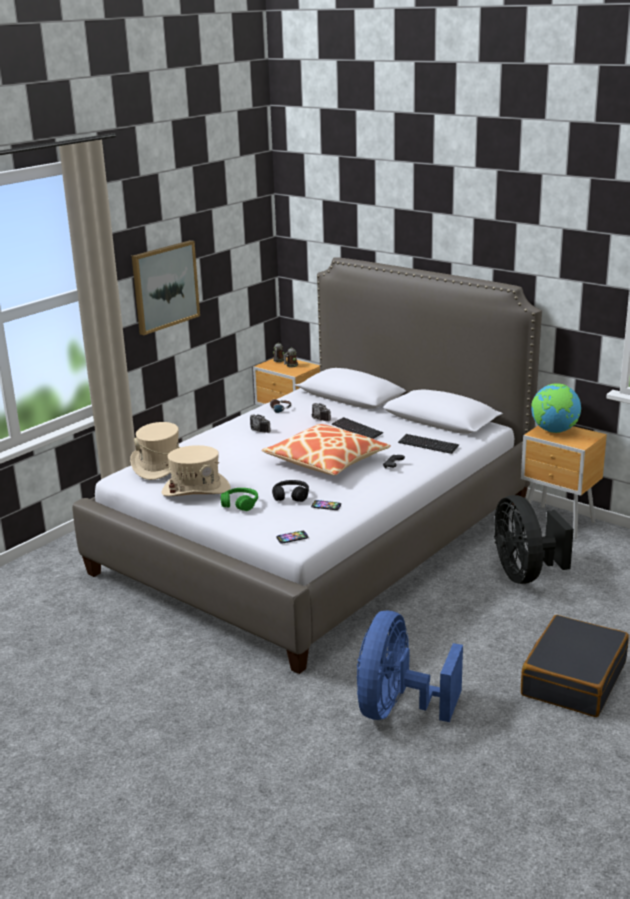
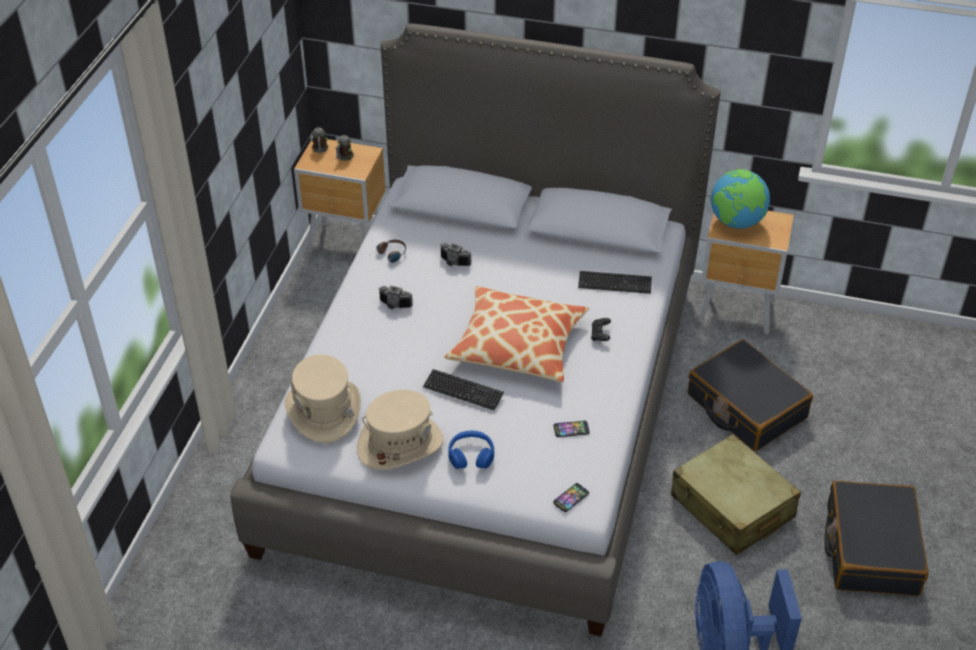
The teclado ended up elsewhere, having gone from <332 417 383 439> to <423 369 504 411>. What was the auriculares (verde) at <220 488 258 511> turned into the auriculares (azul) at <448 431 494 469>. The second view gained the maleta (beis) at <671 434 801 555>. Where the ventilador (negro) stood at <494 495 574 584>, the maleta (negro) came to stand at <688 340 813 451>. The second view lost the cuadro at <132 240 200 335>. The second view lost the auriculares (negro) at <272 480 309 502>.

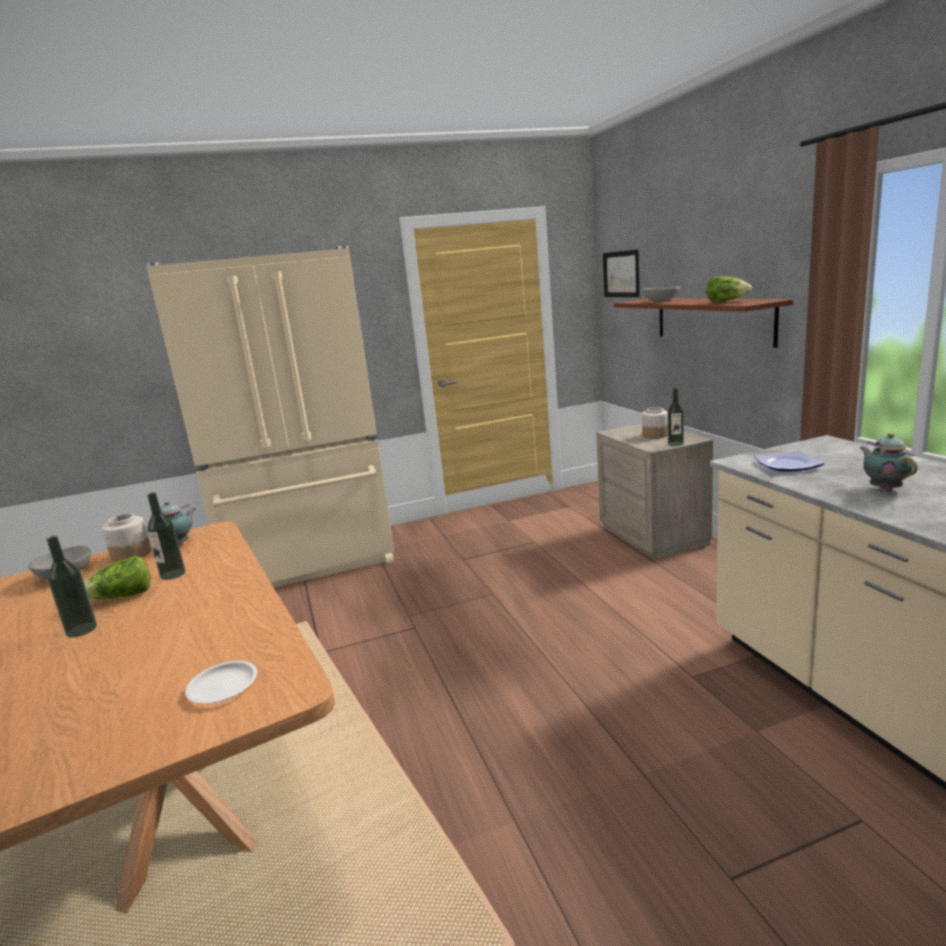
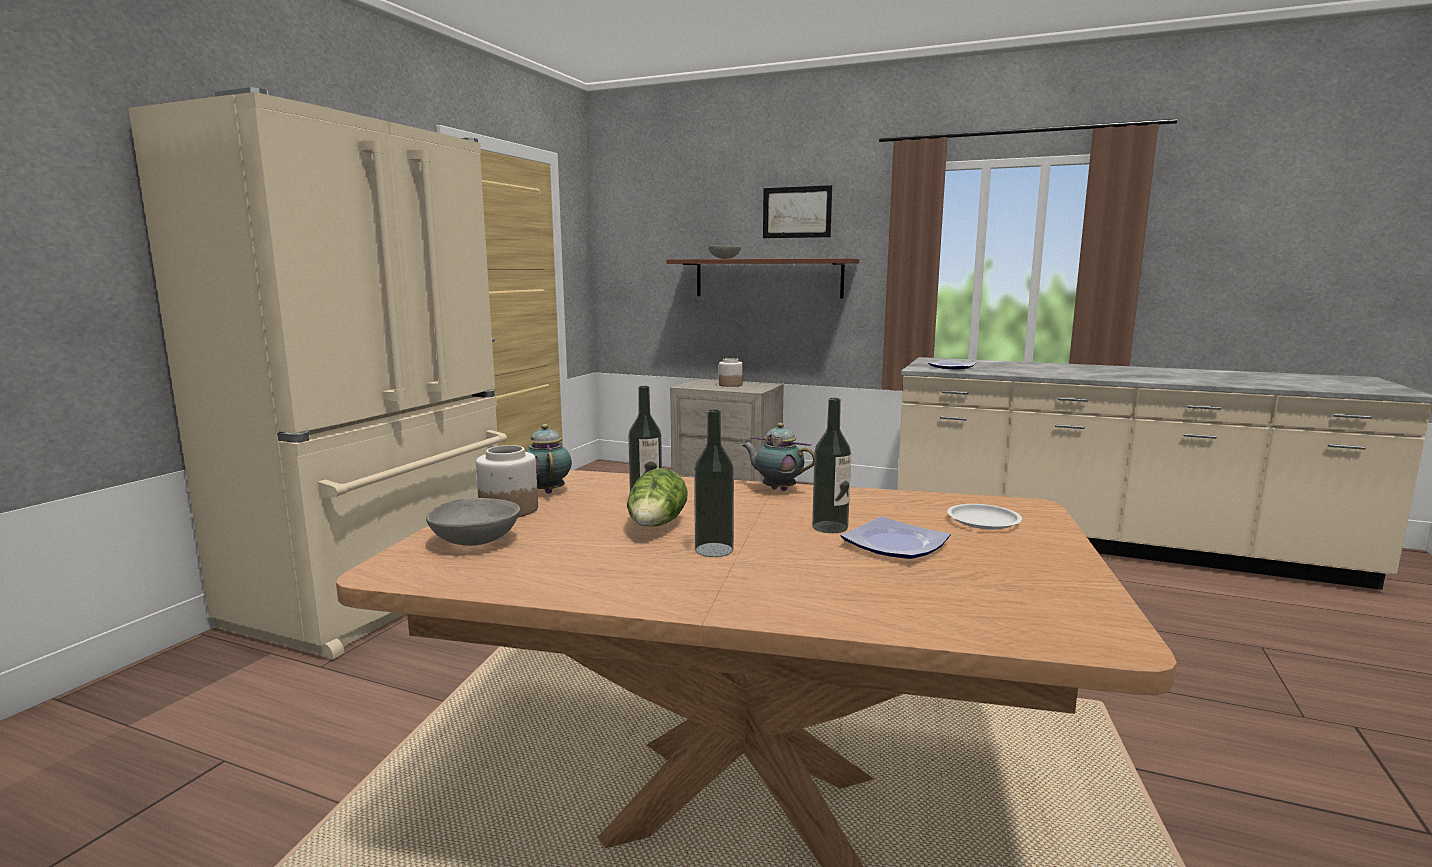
The tetera ended up elsewhere, having gone from <859 433 917 491> to <742 423 814 491>. The cuadro ended up elsewhere, having gone from <603 249 640 297> to <763 185 832 238>. The botella ended up elsewhere, having gone from <667 388 684 446> to <812 398 851 533>. The second view gained the plato at <841 516 951 559>. The second view lost the lechuga at <706 276 752 302>.

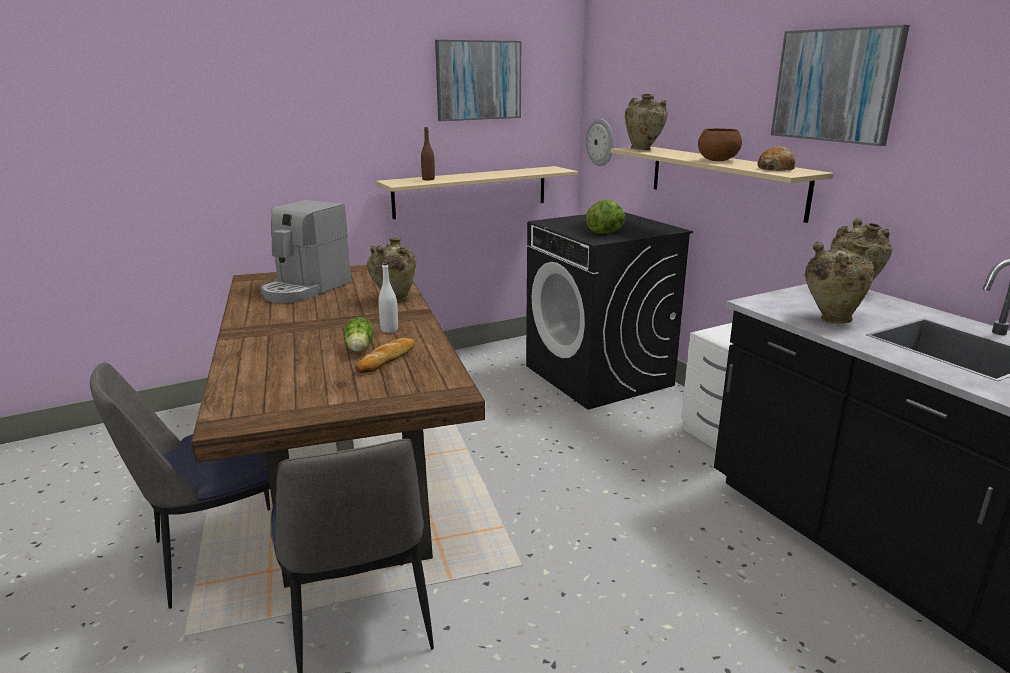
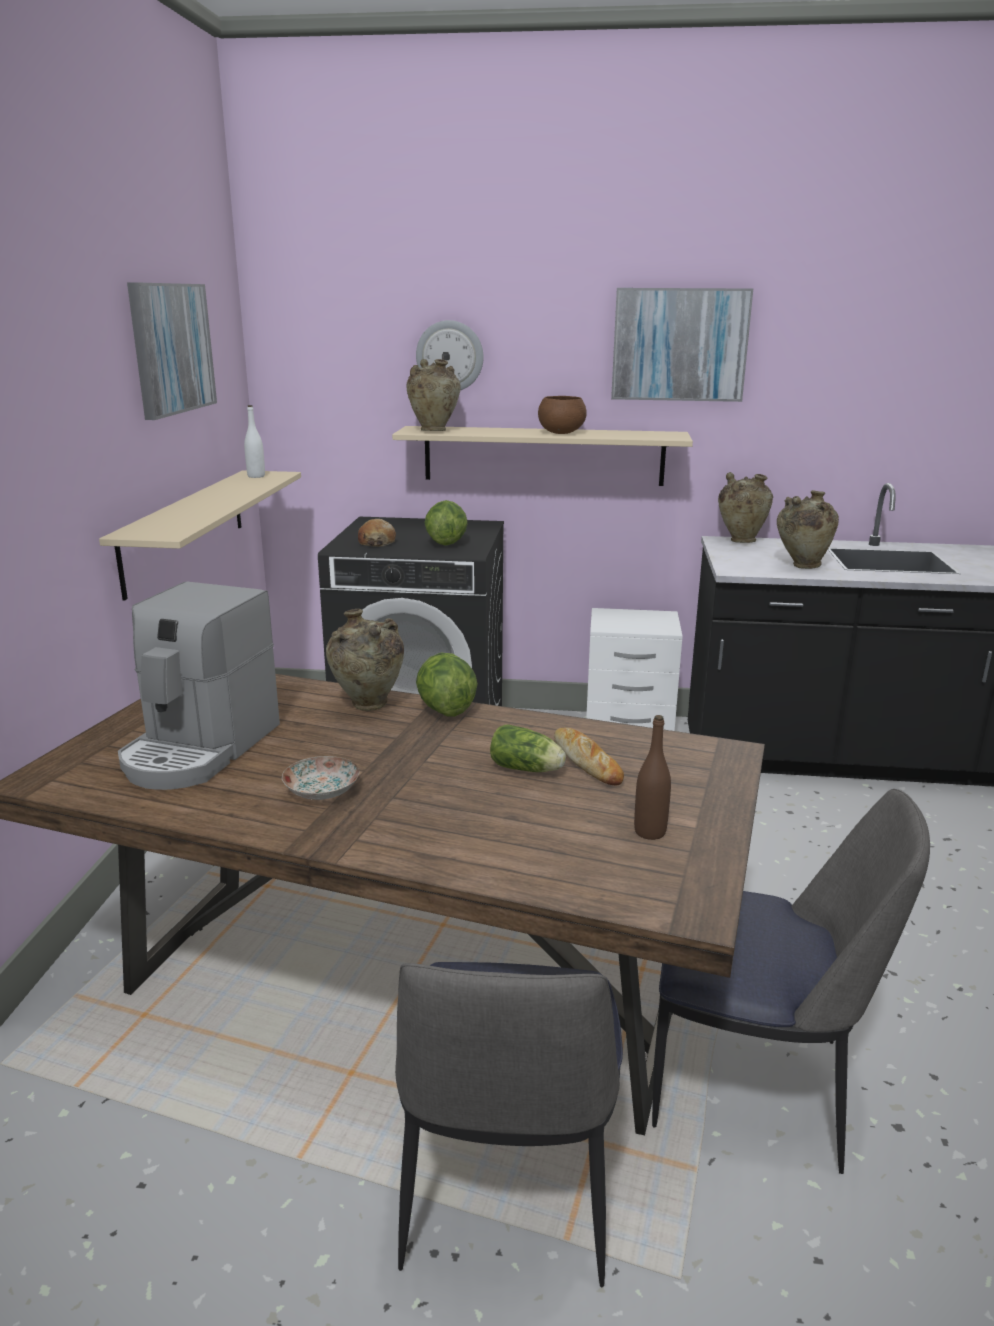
The cafetera at <261 200 351 303> ended up facing another way, 45 degrees clockwise from before. The botella (blanco) ended up elsewhere, having gone from <378 263 398 333> to <244 405 265 478>. The second view gained the plato at <282 756 360 800>. The pan ended up elsewhere, having gone from <758 146 795 171> to <358 519 396 547>. The reloj de pared ended up elsewhere, having gone from <586 118 614 166> to <416 320 484 390>. The second view gained the lechuga at <416 653 478 717>. The botella (marrón) ended up elsewhere, having gone from <421 127 435 180> to <634 715 671 840>.

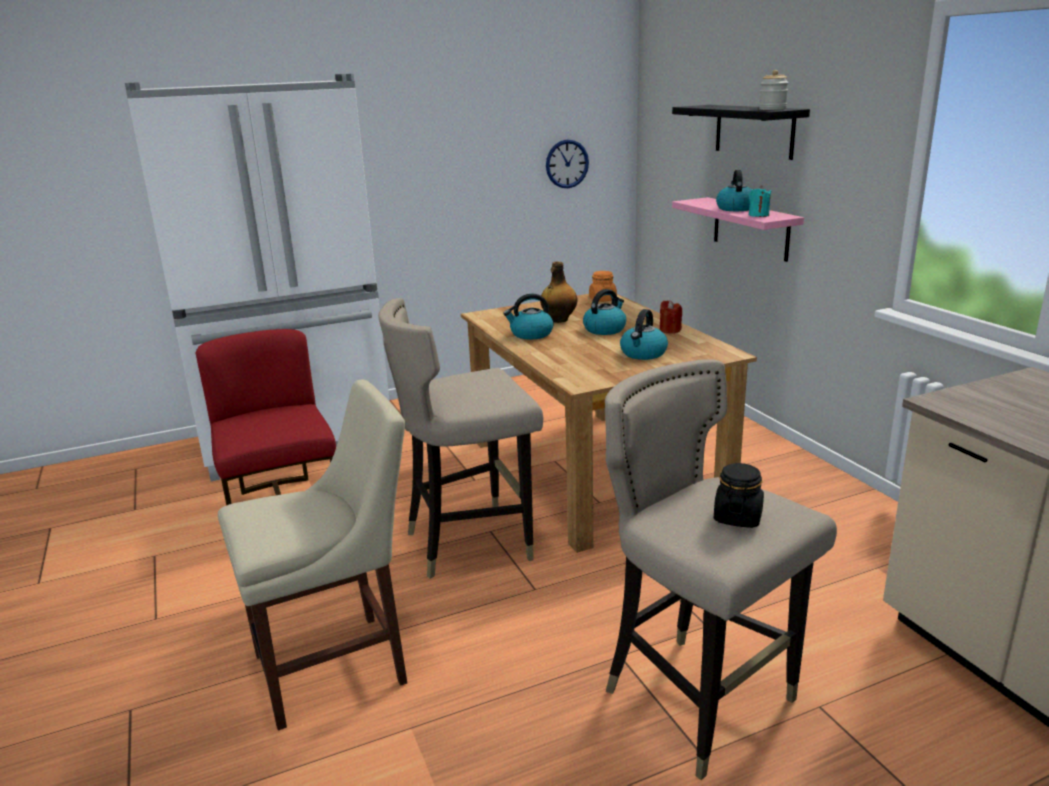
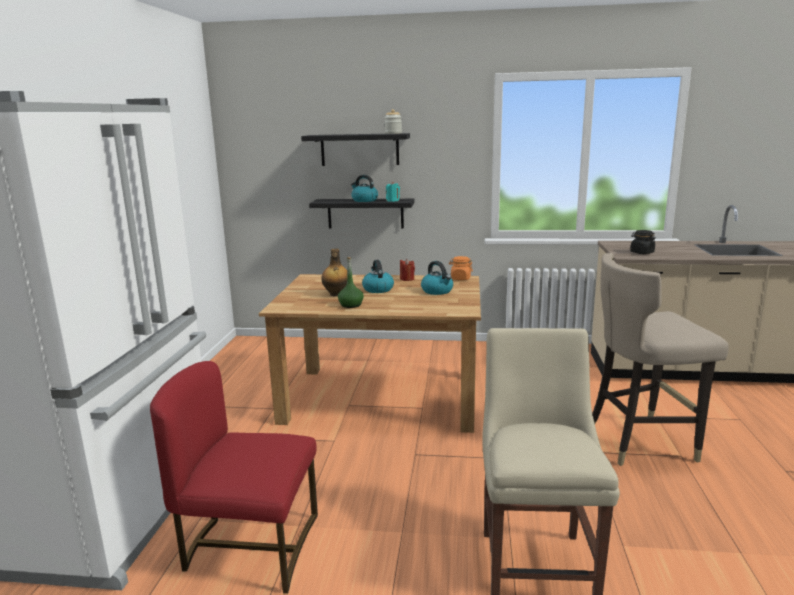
What was the estante (rosa) at <672 197 804 262> turned into the estante (negro) at <309 199 414 228>. Where the hervidor stood at <503 294 554 340>, the botella (verde) came to stand at <338 257 364 308>. The tarro (naranja) ended up elsewhere, having gone from <589 271 617 302> to <449 256 473 280>. The tarro (negro) ended up elsewhere, having gone from <714 463 764 528> to <630 230 656 254>. The second view lost the taburete (beis) at <378 298 543 579>. The second view lost the reloj de pared at <546 140 589 188>.

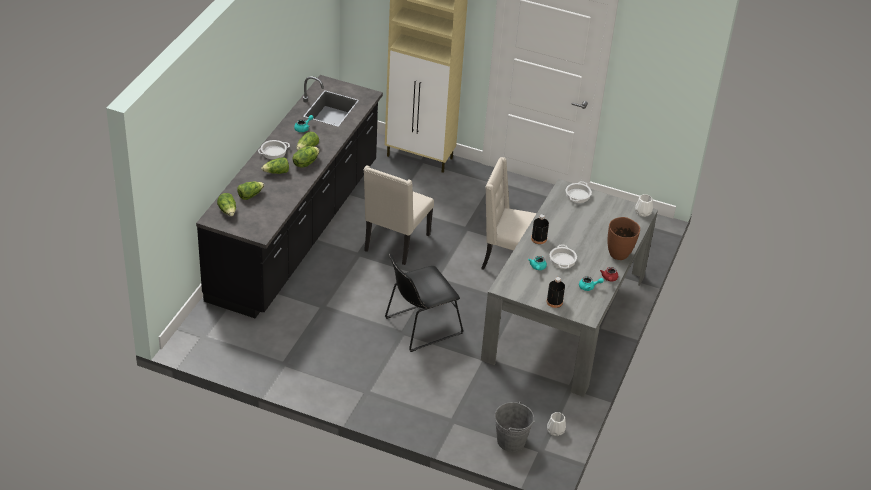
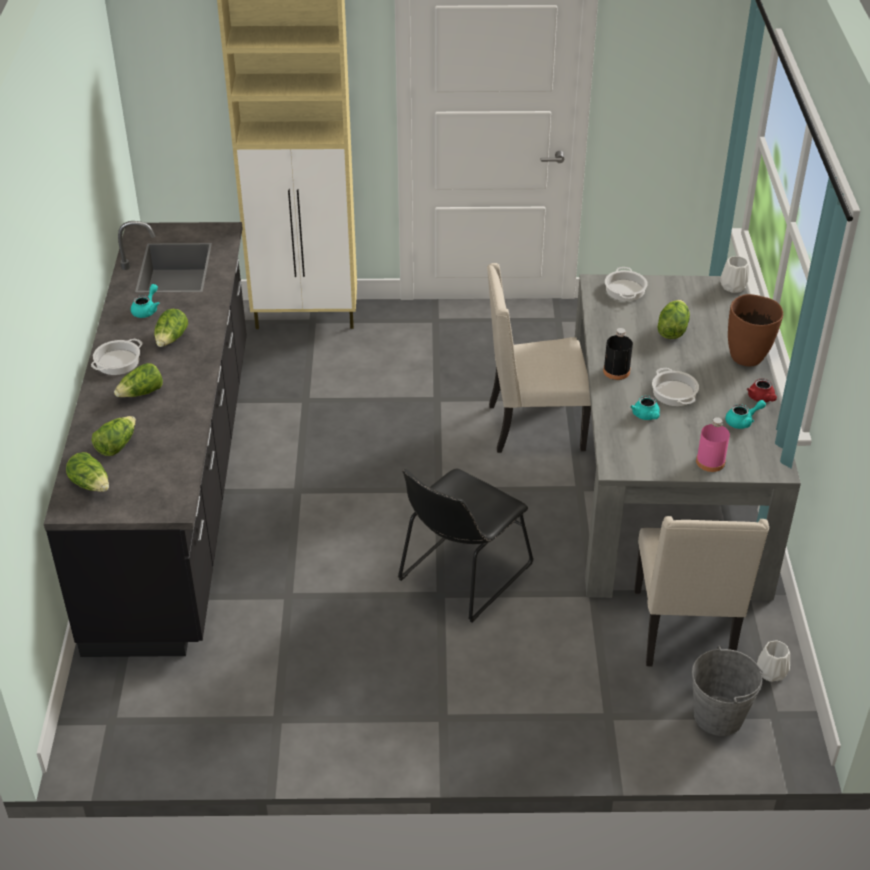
The silla (beis) ended up elsewhere, having gone from <364 165 434 265> to <634 516 769 666>. The lechuga ended up elsewhere, having gone from <292 146 319 168> to <657 300 690 339>. What was the botella (negro) at <546 277 565 308> turned into the botella (rosa) at <696 417 730 472>.

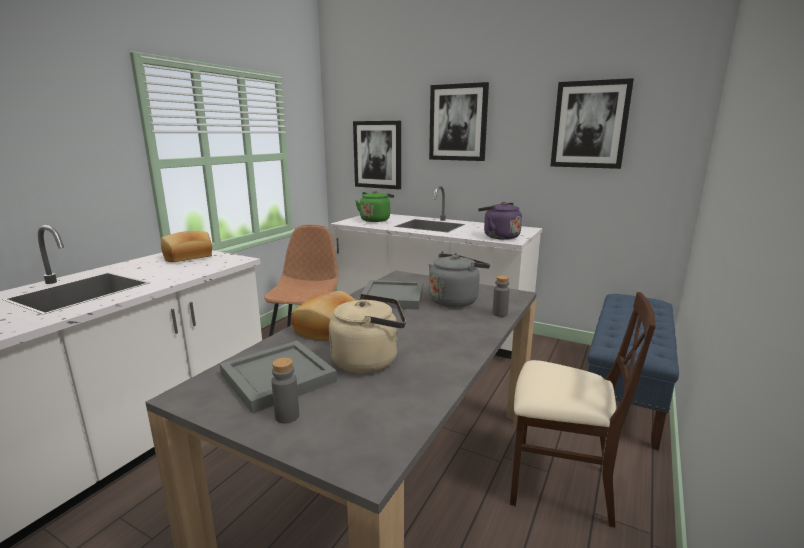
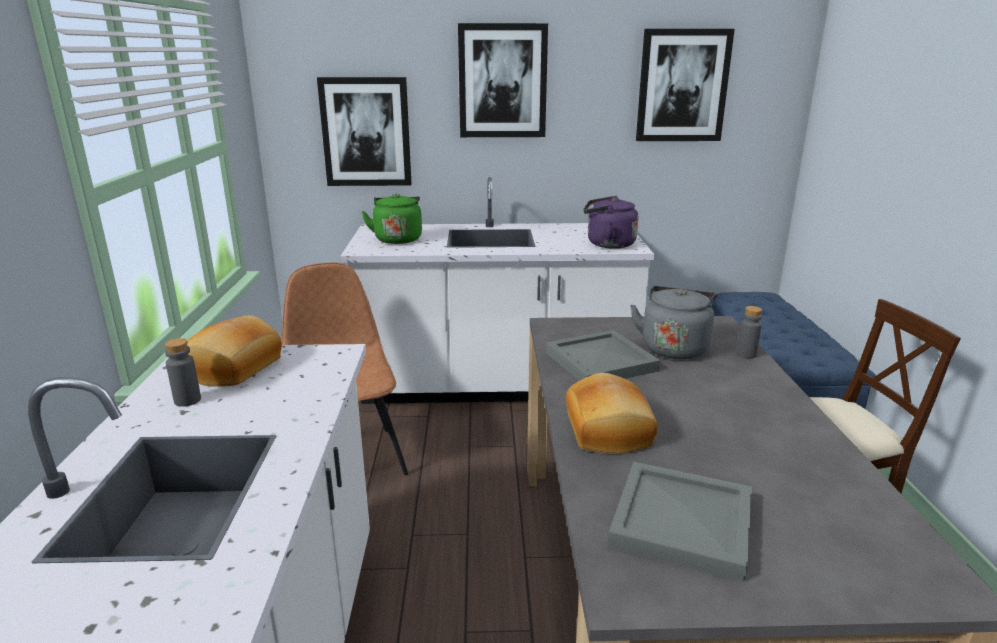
The botella (gris) ended up elsewhere, having gone from <271 357 299 424> to <164 338 201 407>. The second view lost the hervidor (beis) at <329 294 406 373>.

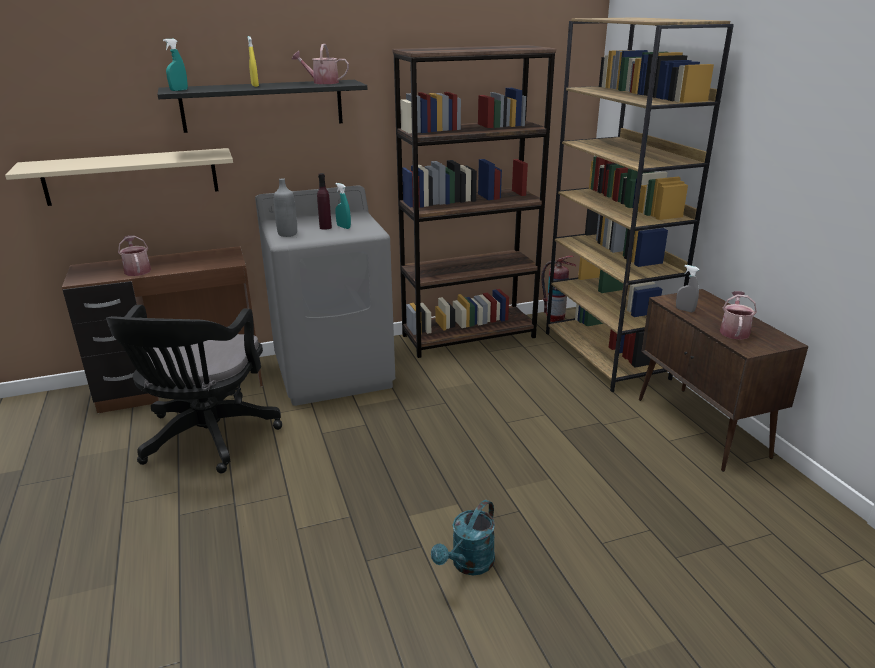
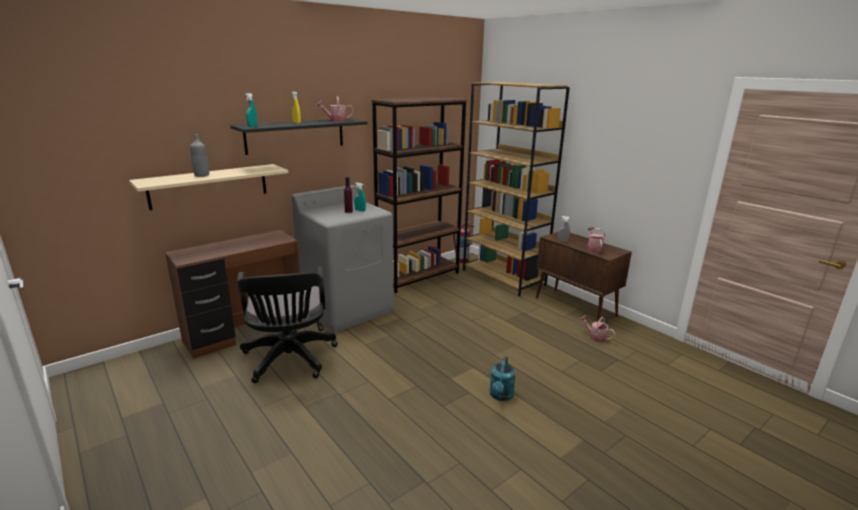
The botella (gris) ended up elsewhere, having gone from <274 178 297 237> to <190 135 209 177>. The regadera ended up elsewhere, having gone from <118 235 151 276> to <580 315 615 343>.

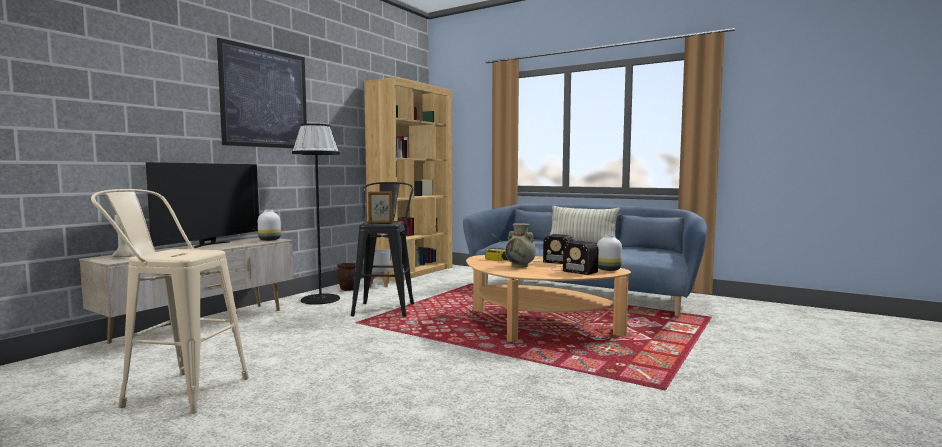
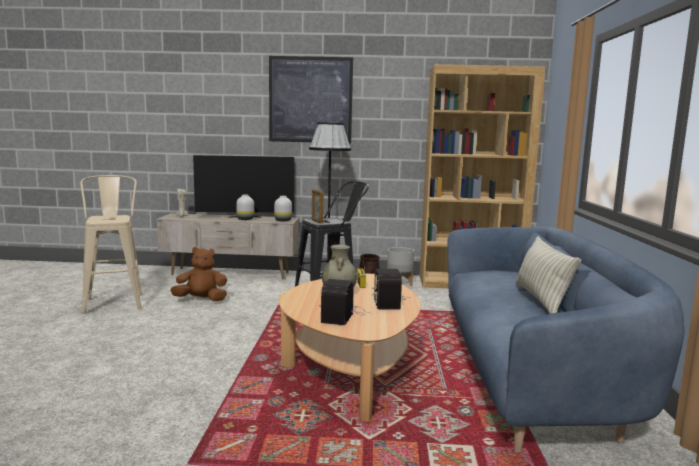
The second view gained the peluche (marrón) at <171 247 227 301>. The florero (blanco) ended up elsewhere, having gone from <597 234 622 271> to <236 194 254 220>.

